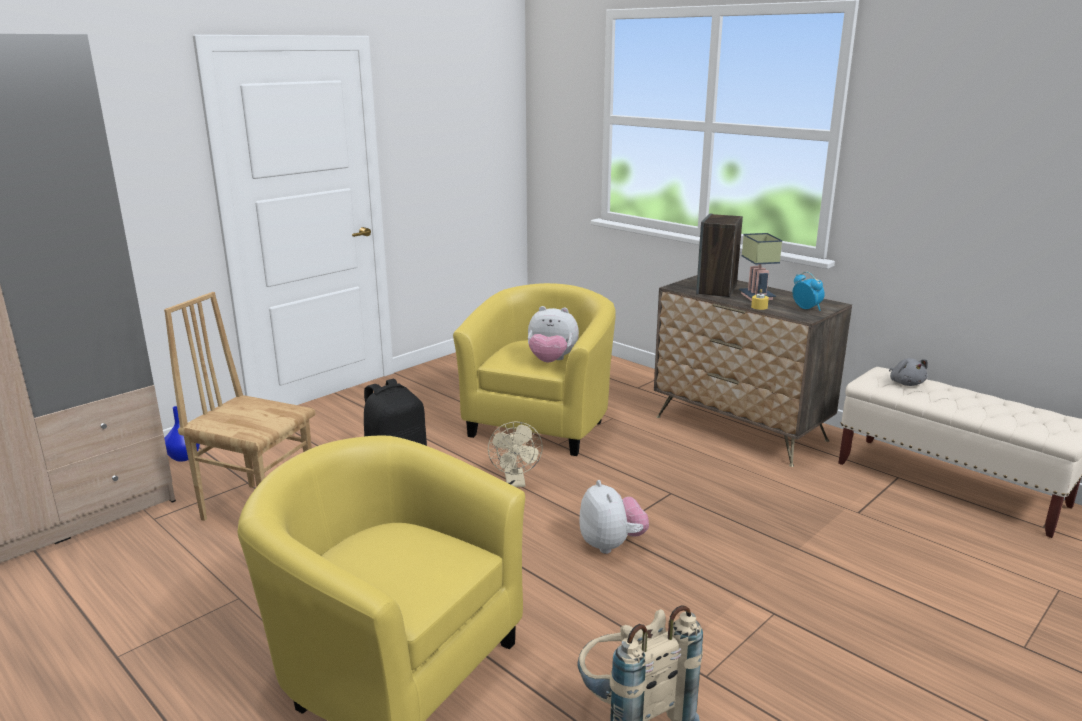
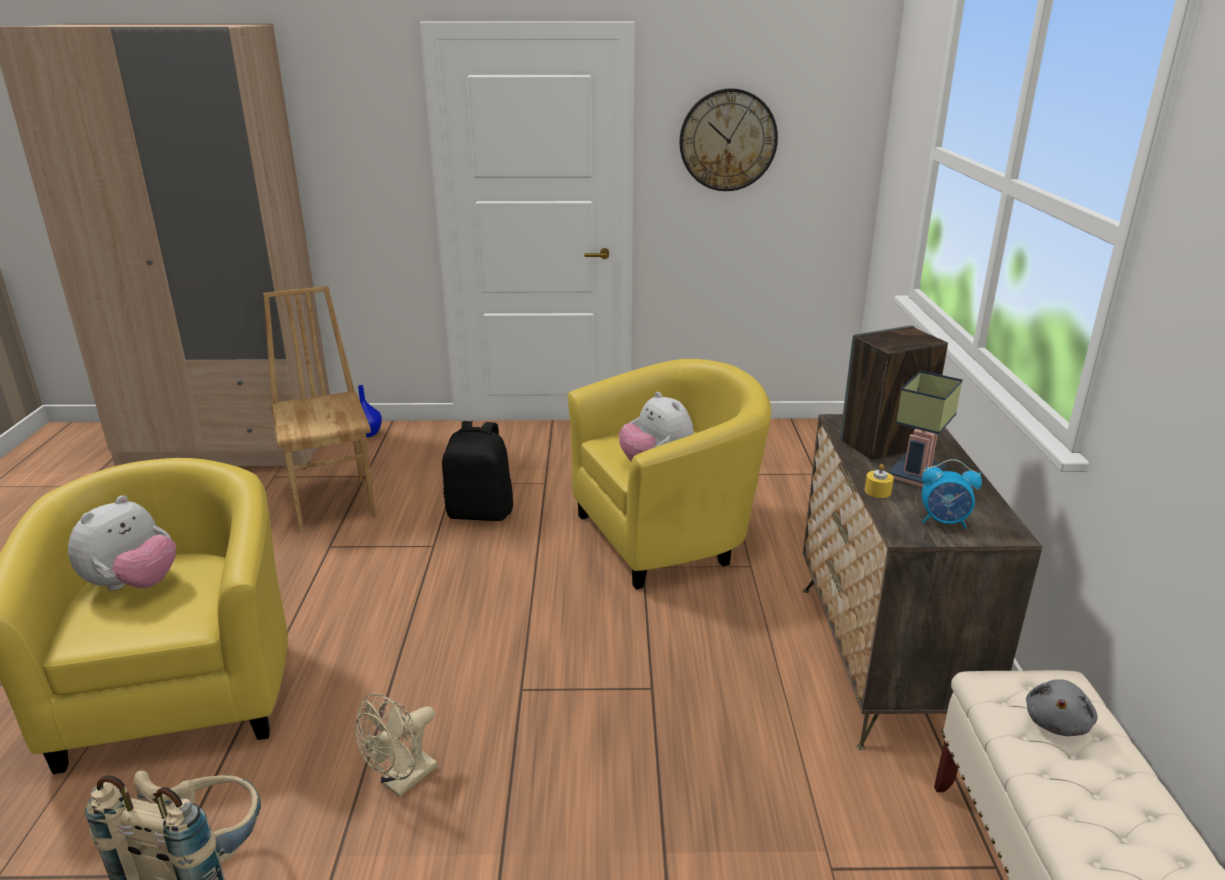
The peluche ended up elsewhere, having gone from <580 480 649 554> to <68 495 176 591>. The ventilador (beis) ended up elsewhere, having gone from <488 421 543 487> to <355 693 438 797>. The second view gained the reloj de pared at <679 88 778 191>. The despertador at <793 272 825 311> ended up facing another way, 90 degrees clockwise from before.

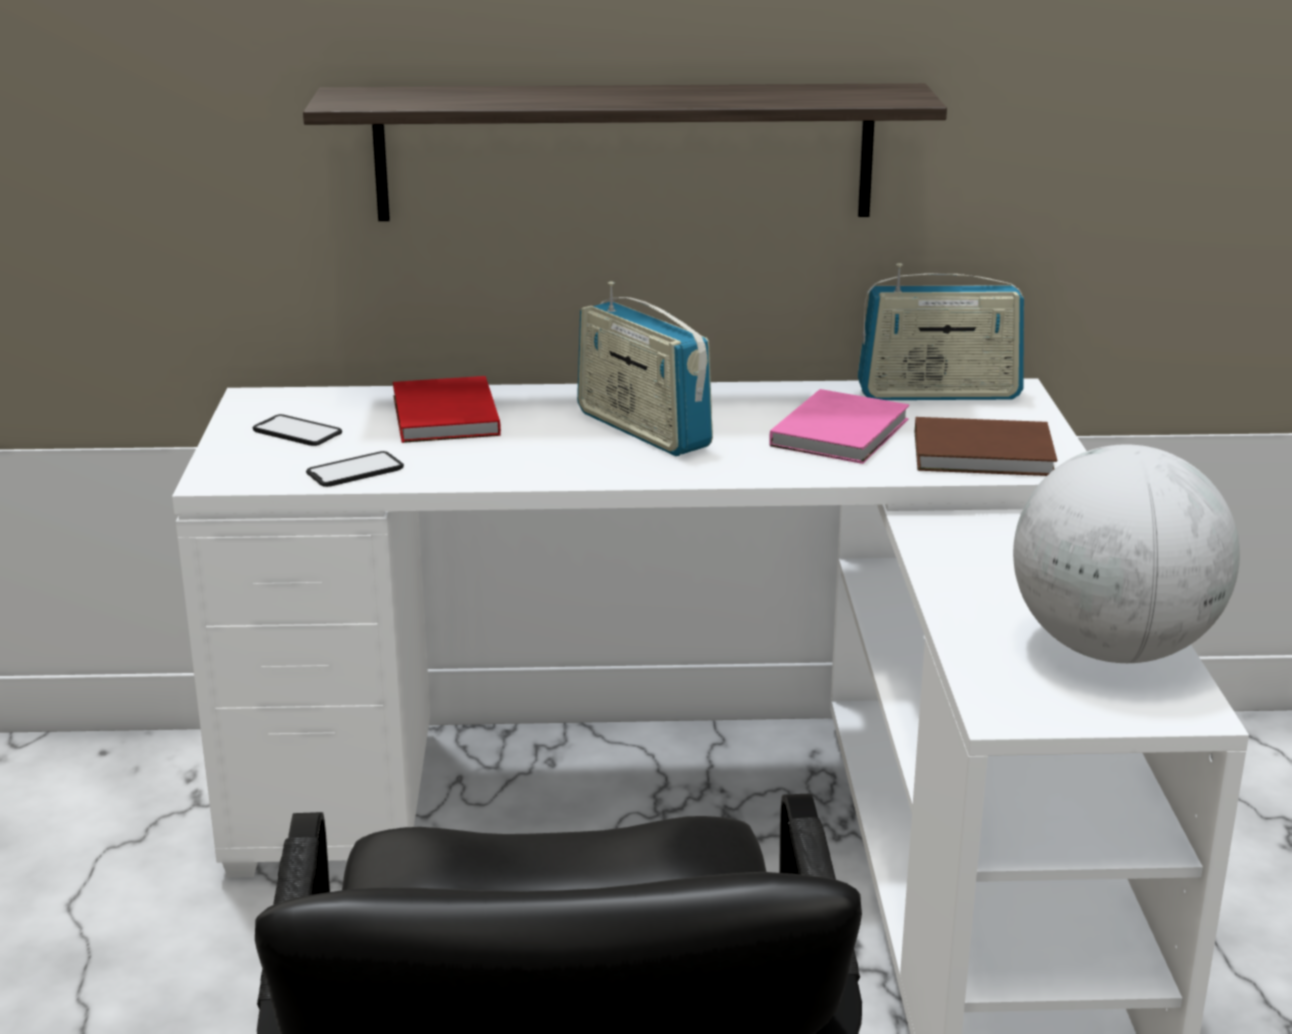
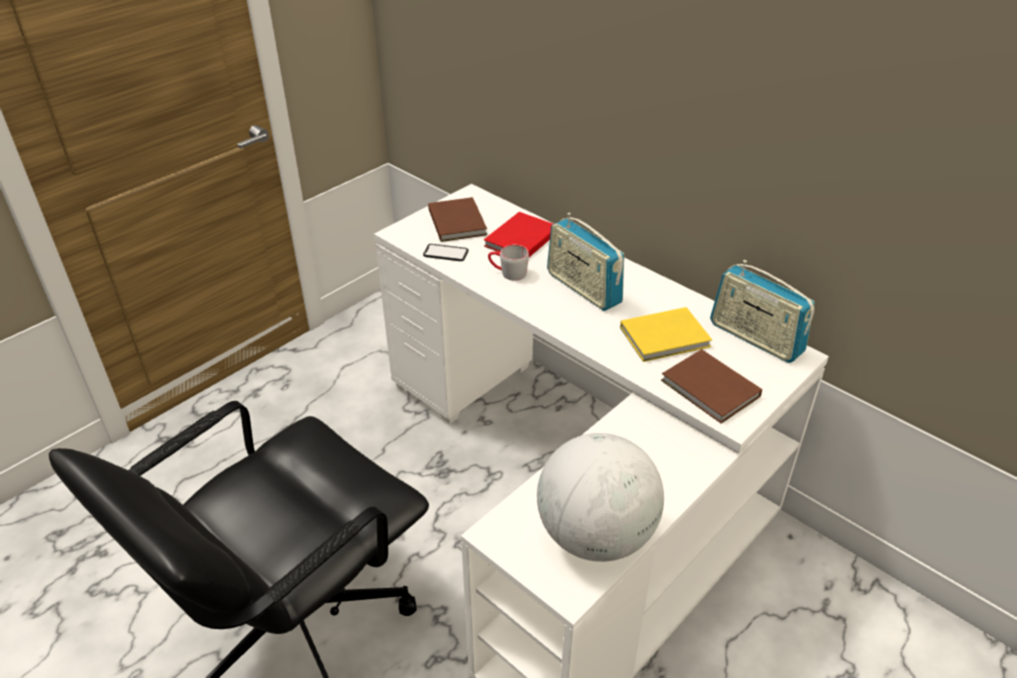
Where the móvil stood at <253 414 342 446>, the libro (marrón) came to stand at <428 197 487 242>. The second view gained the taza grande (gris) at <488 245 529 281>. The radio at <577 281 713 456> ended up facing another way, 45 degrees counterclockwise from before. What was the libro (rosa) at <769 389 909 464> turned into the libro (amarillo) at <620 307 712 362>. The second view lost the estante at <303 83 947 221>.

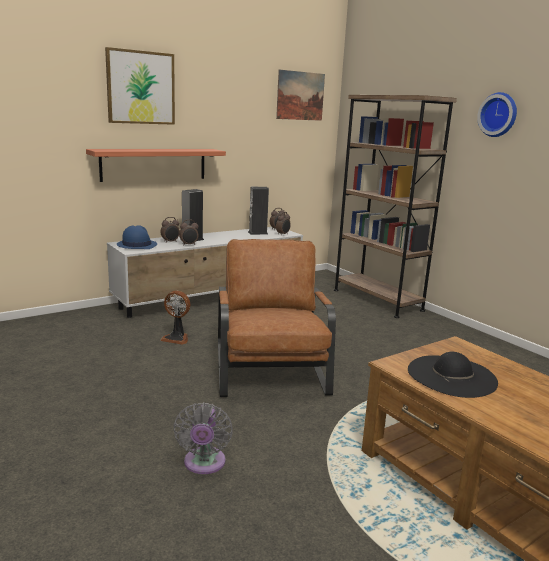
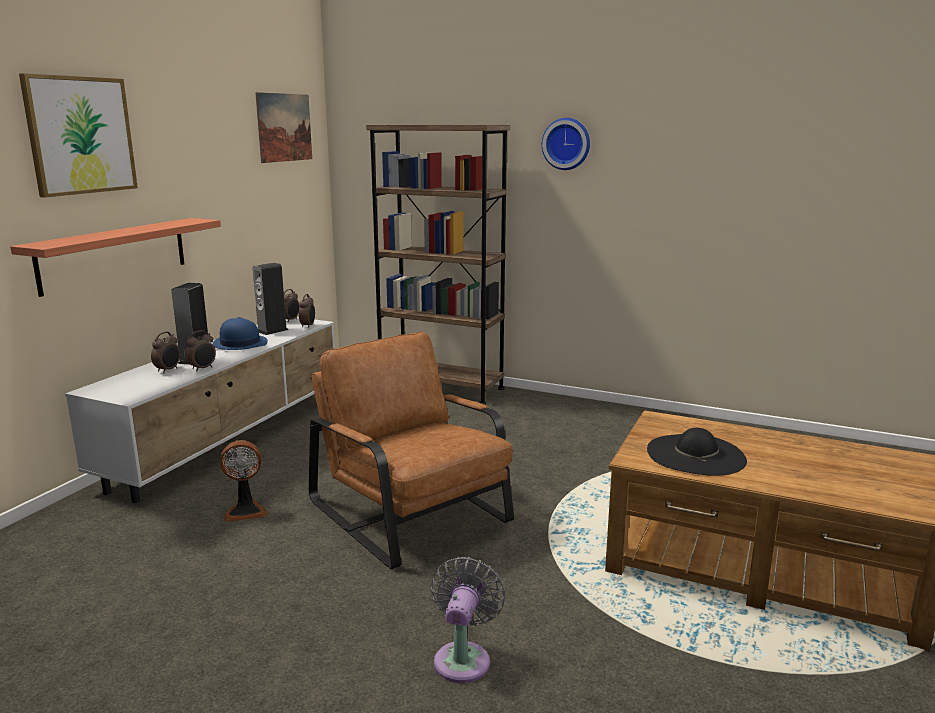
The sombrero (azul) ended up elsewhere, having gone from <117 225 157 249> to <212 317 268 350>. The ventilador (gris) at <173 402 233 474> ended up facing another way, 135 degrees counterclockwise from before.

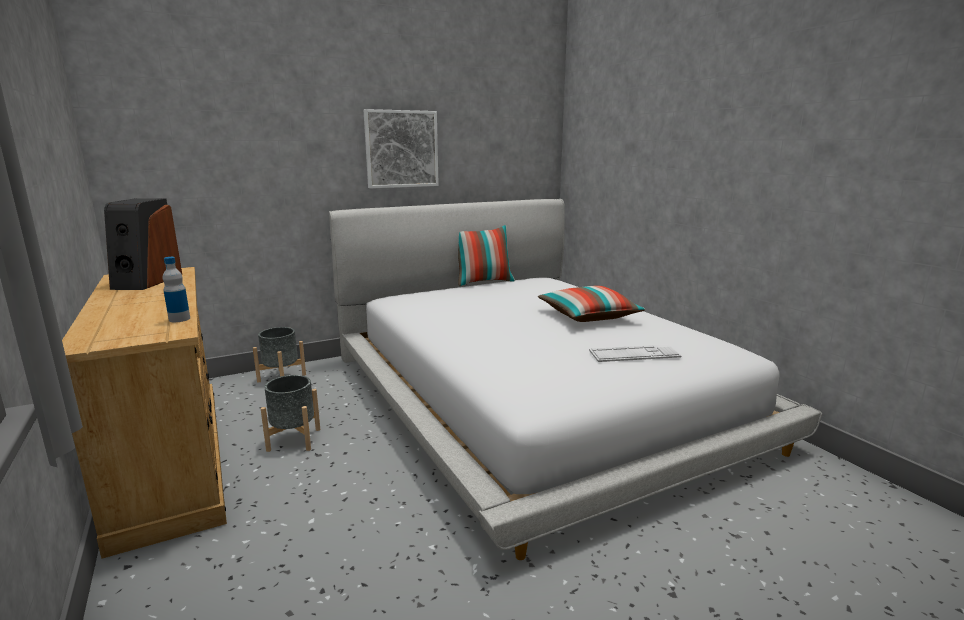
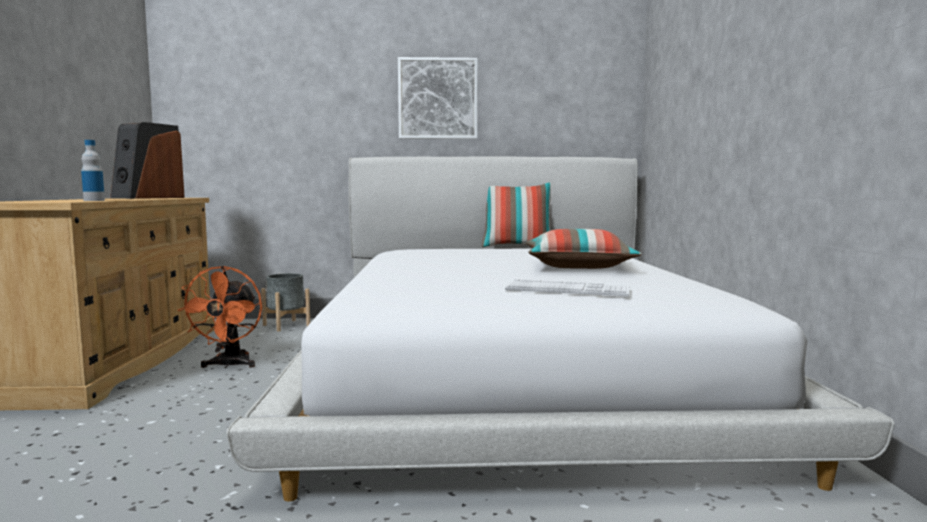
Where the maceta (gris) stood at <261 375 320 452>, the ventilador (naranja) came to stand at <177 266 262 368>.

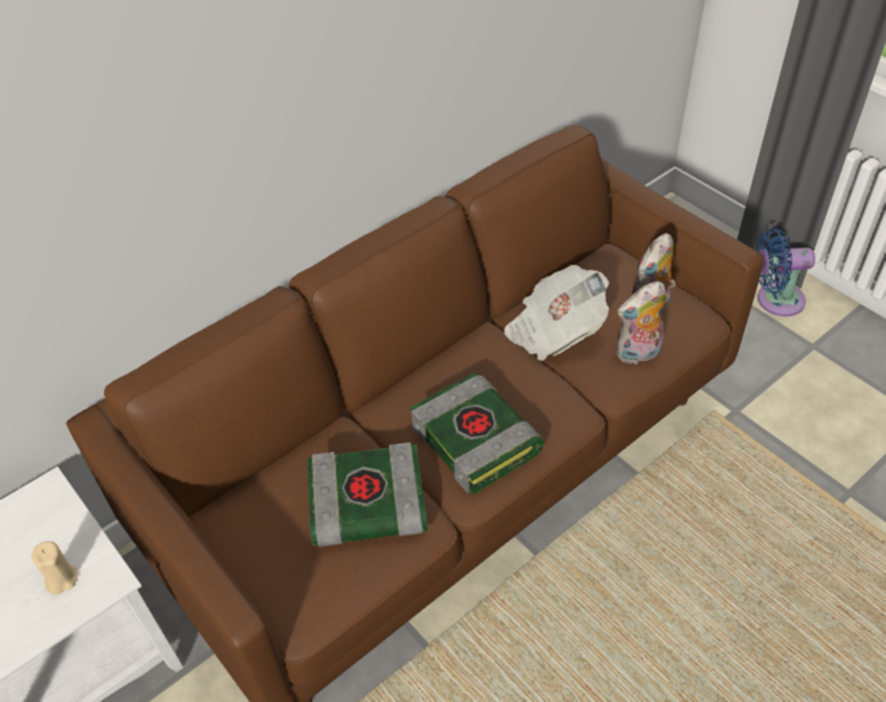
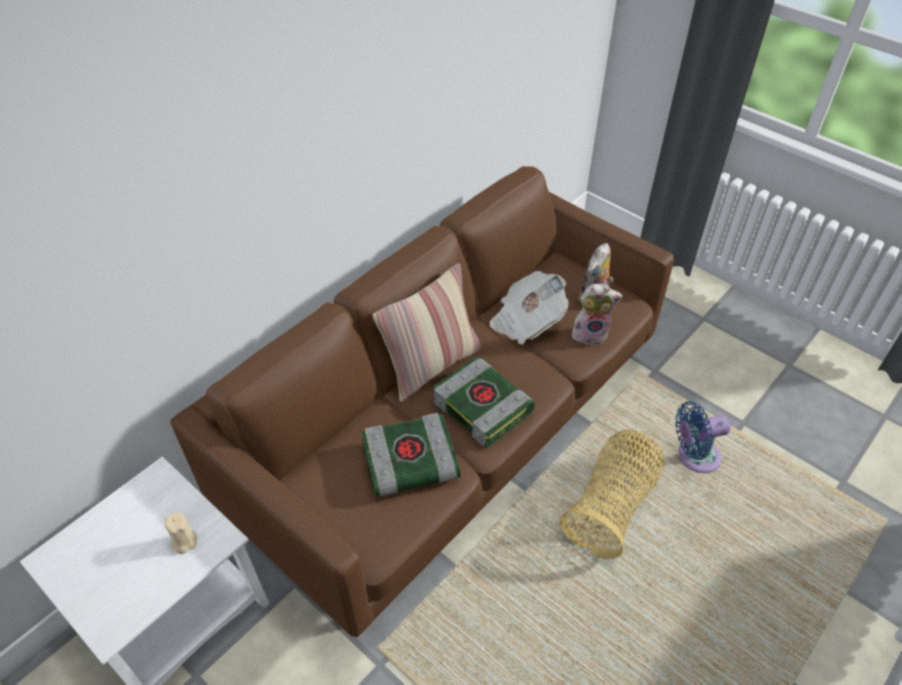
The second view gained the cojín at <372 263 481 402>. The second view gained the cesta at <560 430 664 559>. The peluche at <616 281 667 364> ended up facing another way, 150 degrees counterclockwise from before. The ventilador (azul) ended up elsewhere, having gone from <755 228 815 316> to <675 401 731 473>.

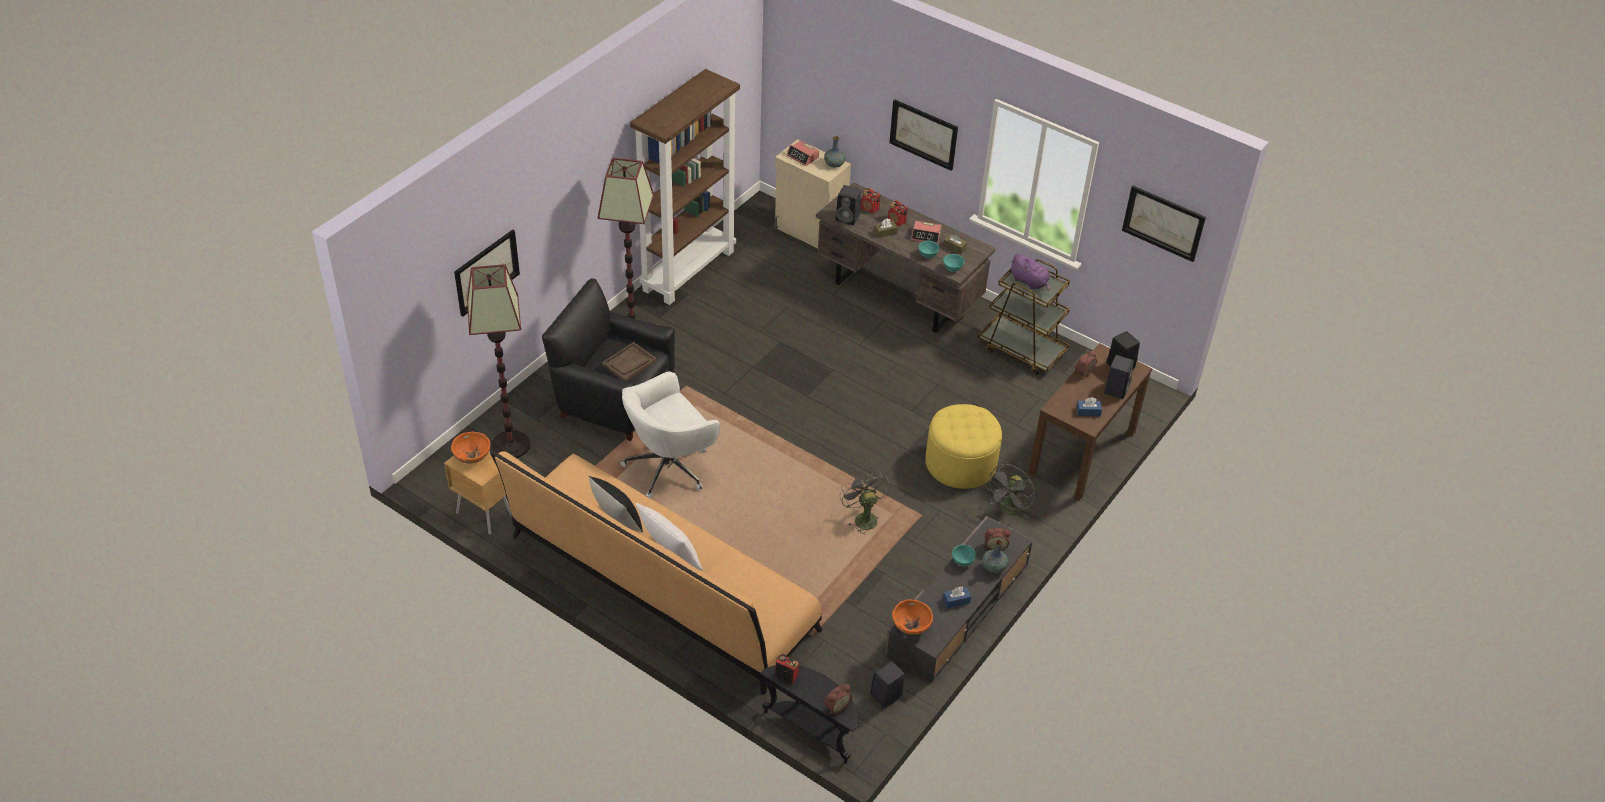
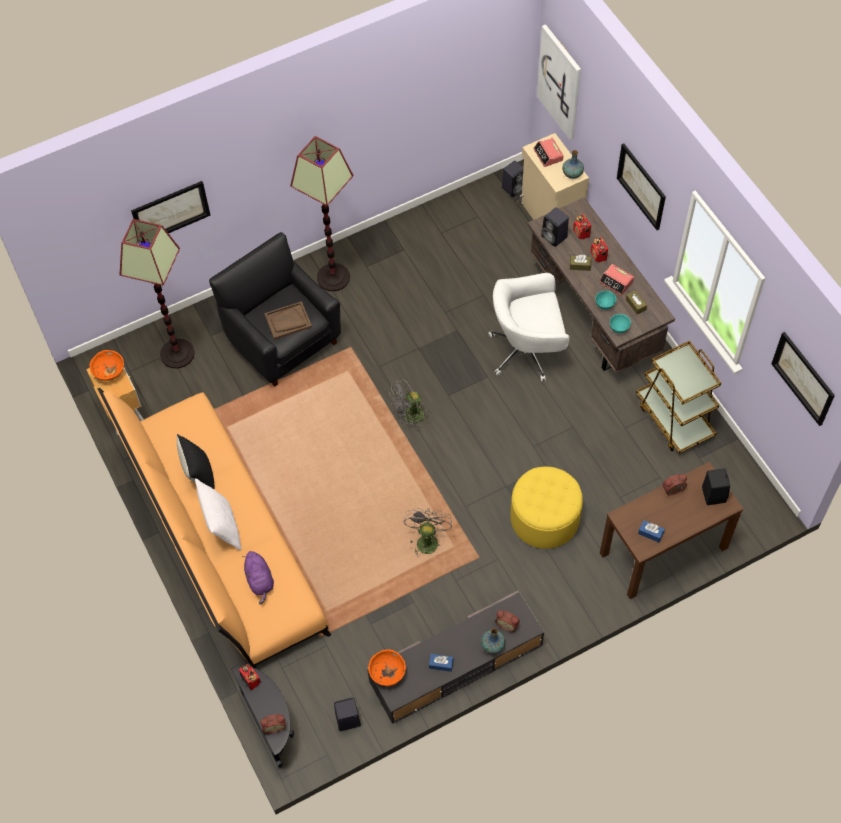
The peluche (morado) ended up elsewhere, having gone from <1011 254 1050 291> to <242 551 274 604>. The ventilador (gris) ended up elsewhere, having gone from <986 464 1035 518> to <389 379 431 428>. The silla de oficina (blanco) ended up elsewhere, having gone from <620 371 720 499> to <488 273 570 382>. The altavoz (negro) ended up elsewhere, having gone from <1104 355 1134 399> to <502 161 524 197>. The second view gained the cuadro at <537 24 581 139>. The second view lost the estantería (marrón) at <630 69 740 305>. The second view lost the cuenco (turquesa) at <952 545 976 567>.

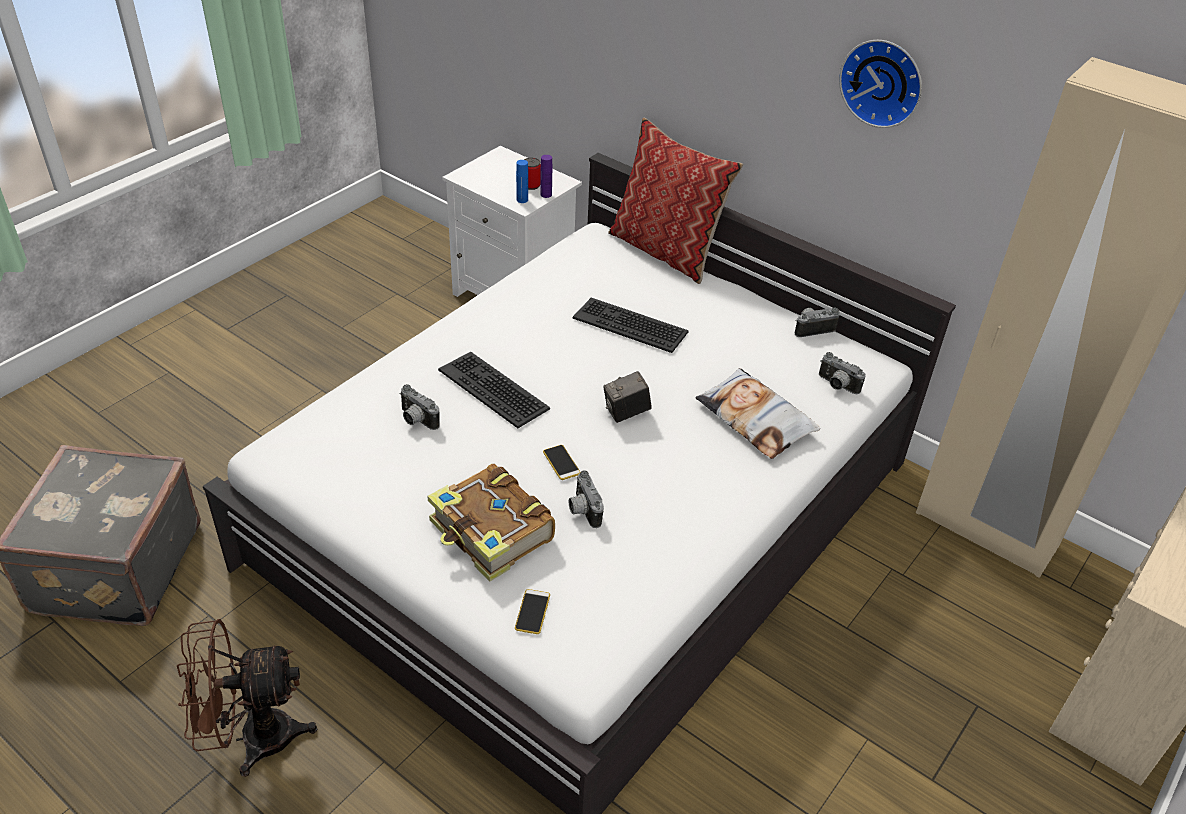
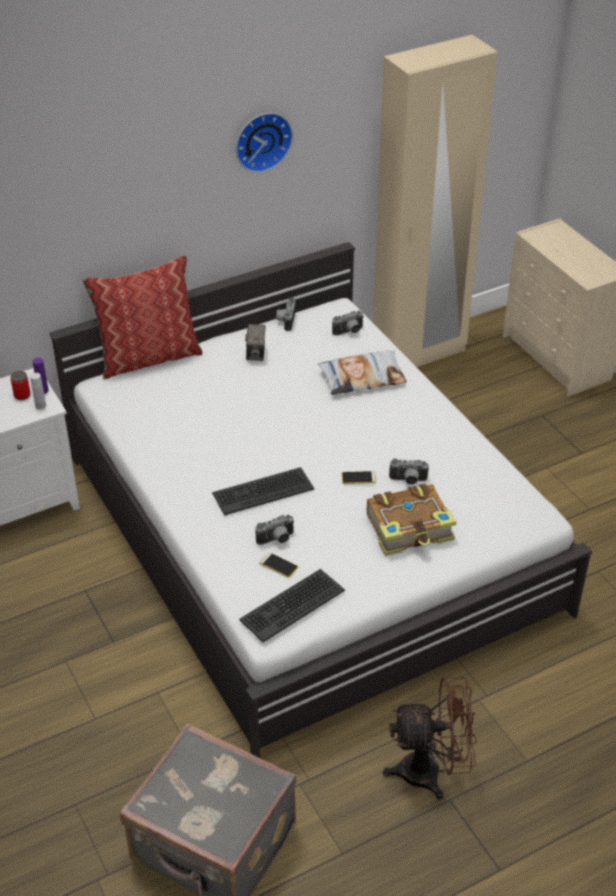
What was the botella (azul) at <516 160 528 203> turned into the botella (blanco) at <30 373 46 410>. The teclado ended up elsewhere, having gone from <572 298 689 353> to <239 569 345 642>. The cámara ended up elsewhere, having gone from <603 371 652 423> to <245 324 265 361>. The móvil ended up elsewhere, having gone from <515 589 550 634> to <260 552 298 578>. The ventilador (marrón) at <177 619 317 777> ended up facing another way, 105 degrees counterclockwise from before.

